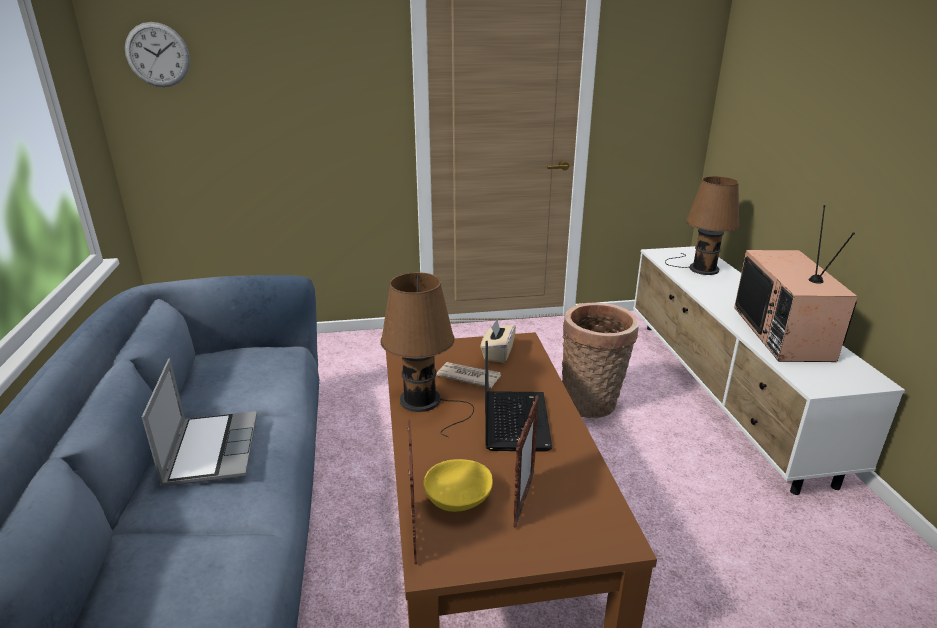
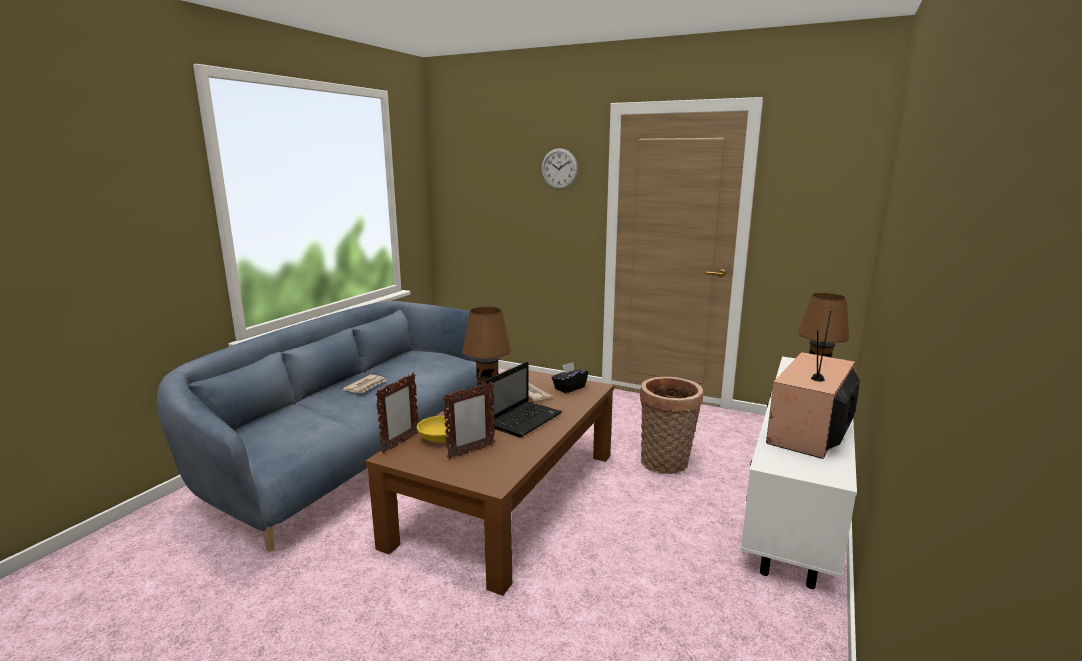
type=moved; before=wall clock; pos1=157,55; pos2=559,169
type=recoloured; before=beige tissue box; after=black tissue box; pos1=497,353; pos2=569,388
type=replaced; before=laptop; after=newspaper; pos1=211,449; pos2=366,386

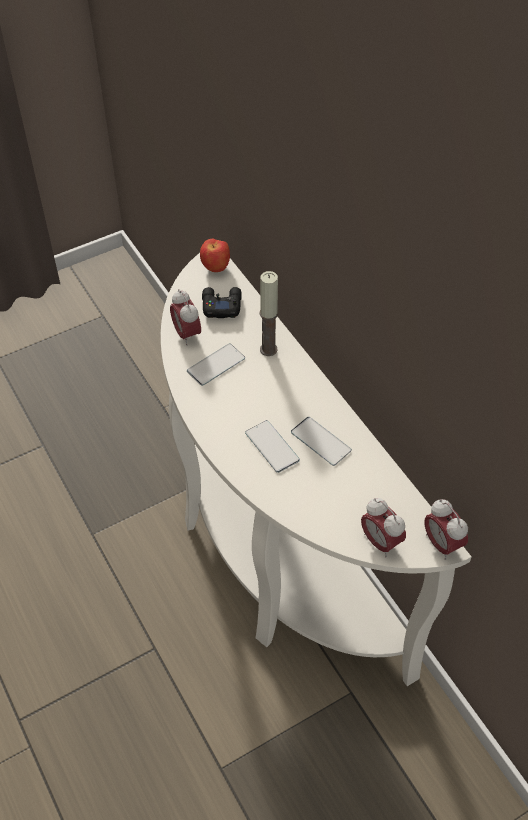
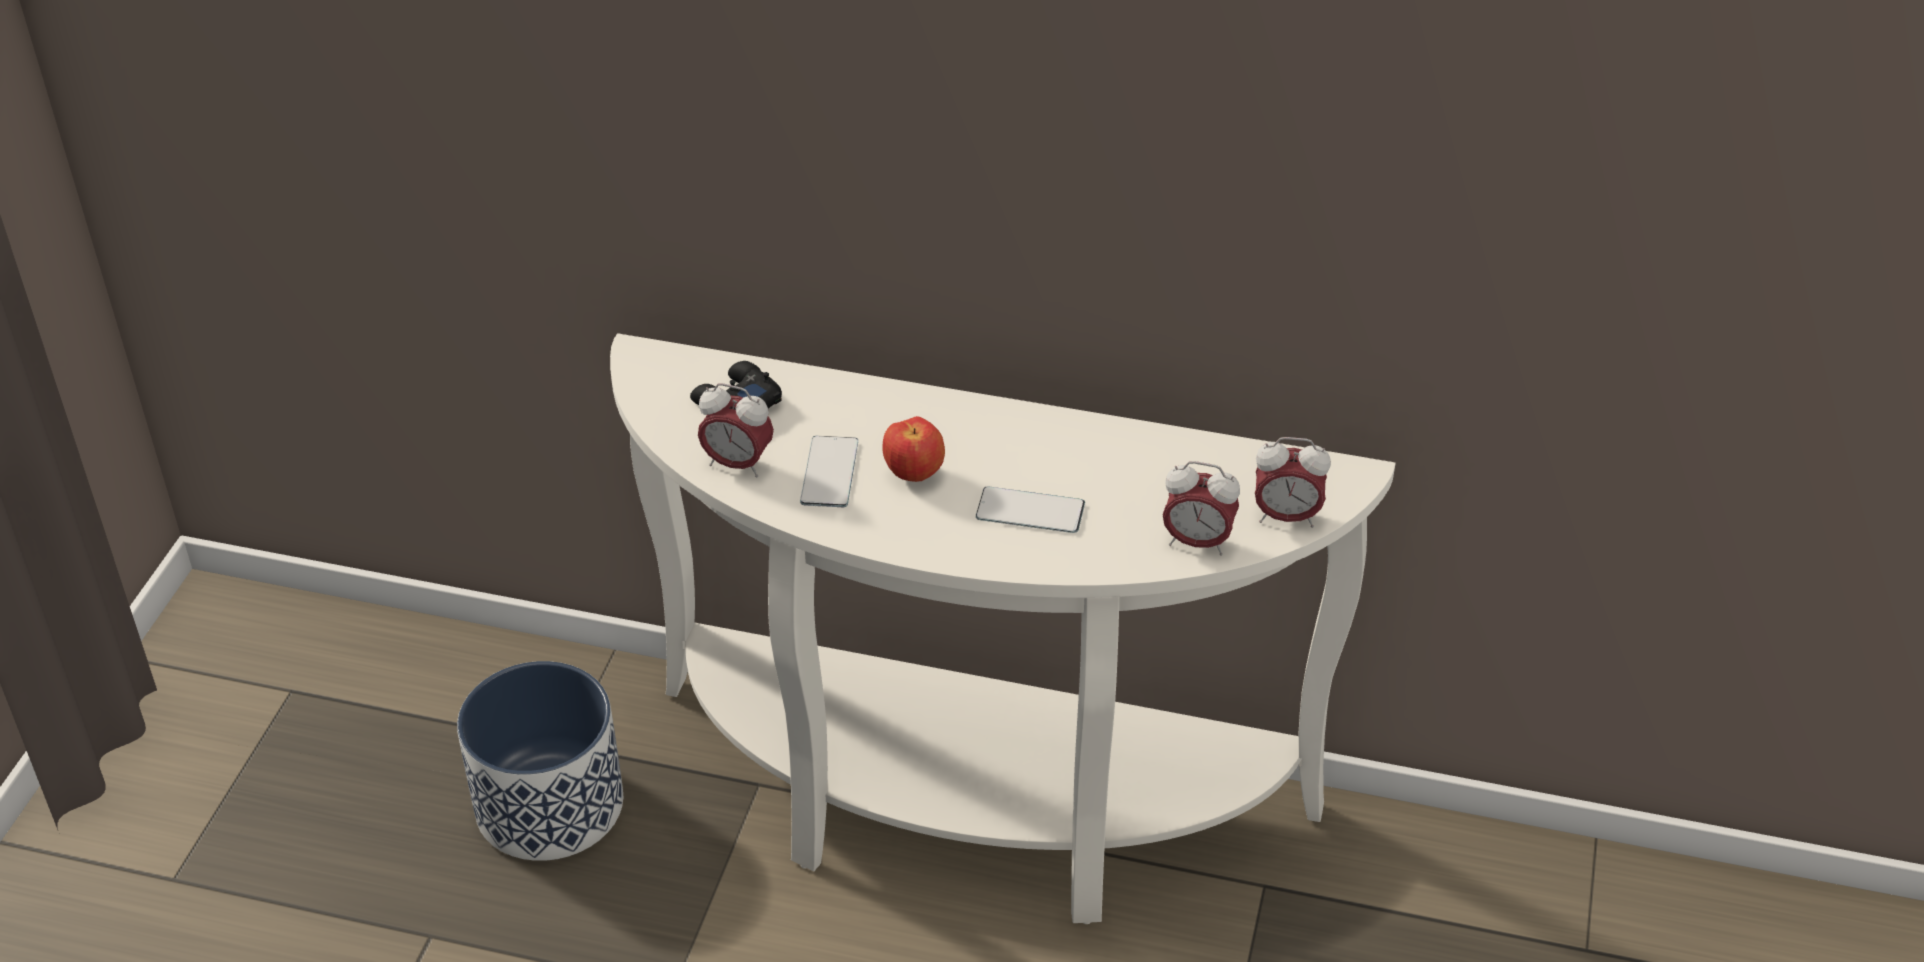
type=moved; before=apple; pos1=216,268; pos2=914,474
type=removed; before=candle; pos1=268,349
type=removed; before=phone; pos1=320,441
type=moved; before=alarm clock; pos1=441,544; pos2=1197,542
type=added; after=planter; pos2=551,805

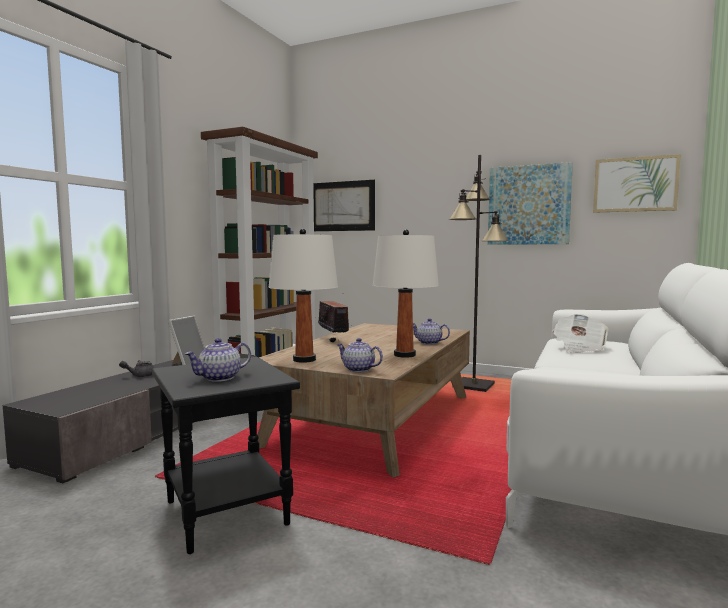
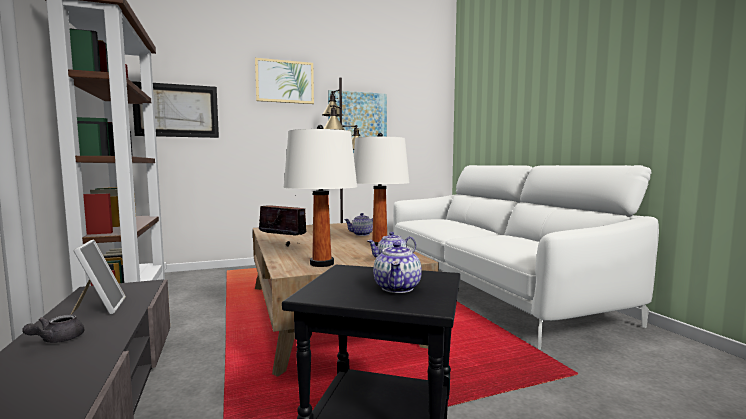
type=moved; before=picture; pos1=635,184; pos2=285,82
type=removed; before=newspaper; pos1=579,348

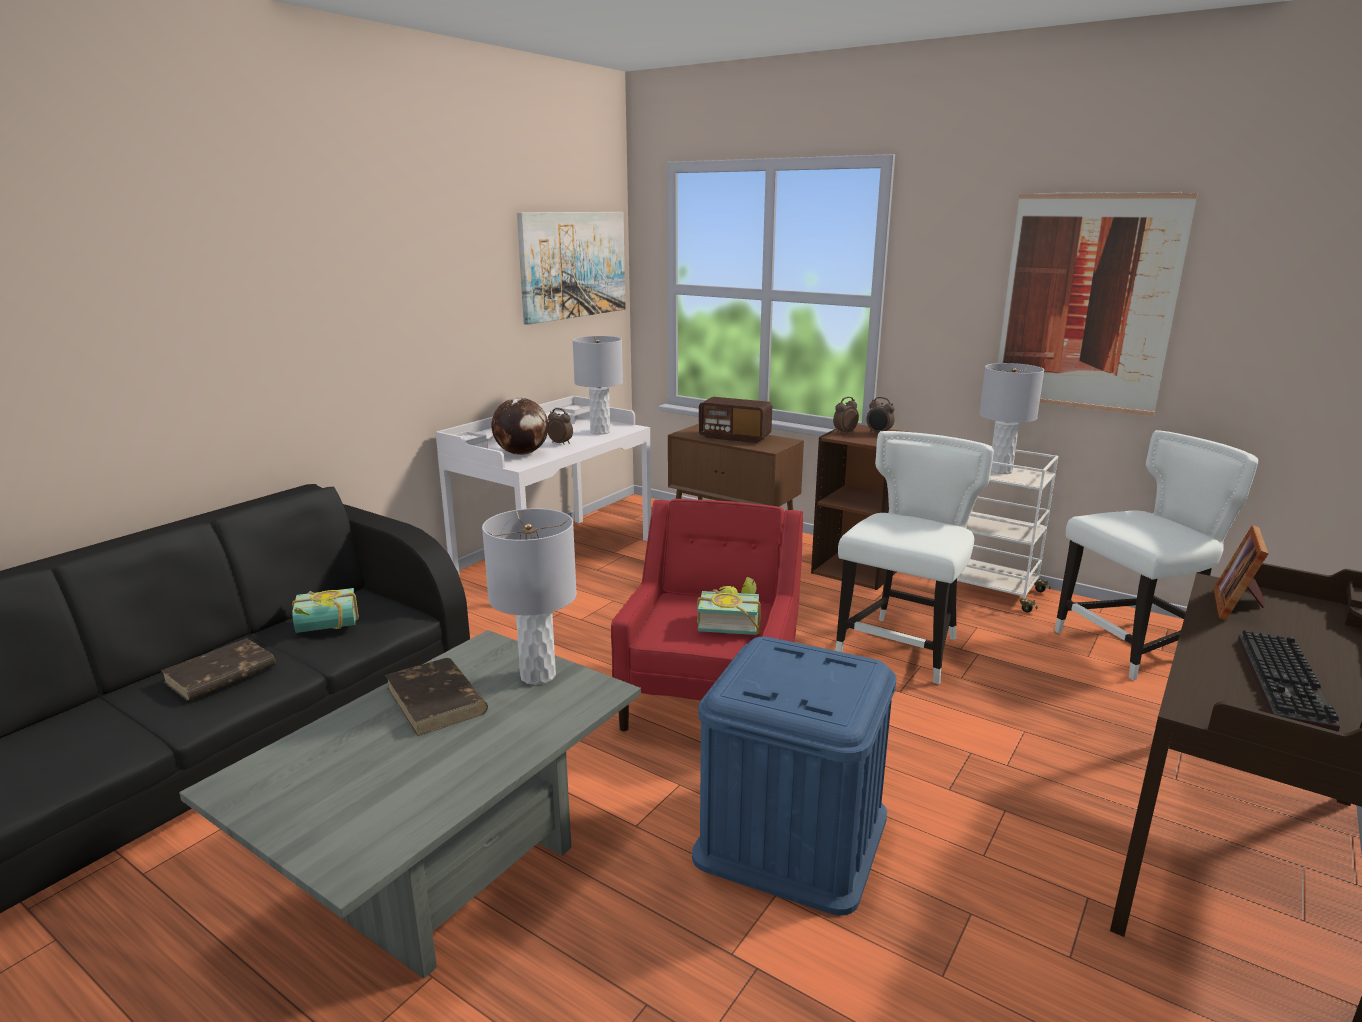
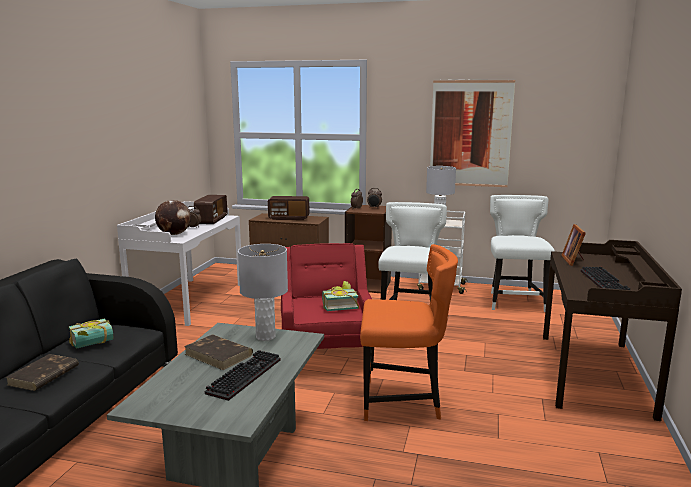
type=removed; before=picture; pos1=573,265
type=replaced; before=grey table lamp; after=radio; pos1=600,432; pos2=211,220
type=turned; before=white chair; pos1=1132,647; pos2=515,301; turn=-45
type=replaced; before=blue storage box; after=orange chair; pos1=792,835; pos2=403,402
type=added; after=keyboard; pos2=244,375

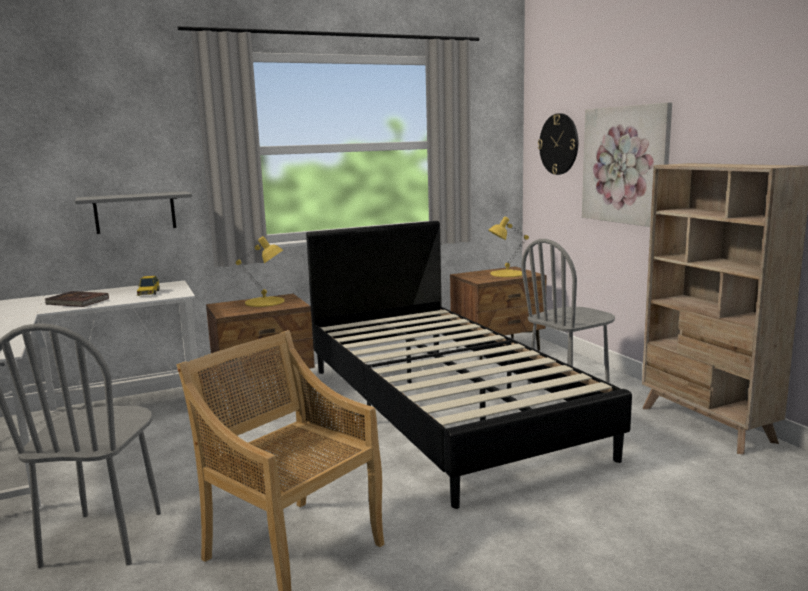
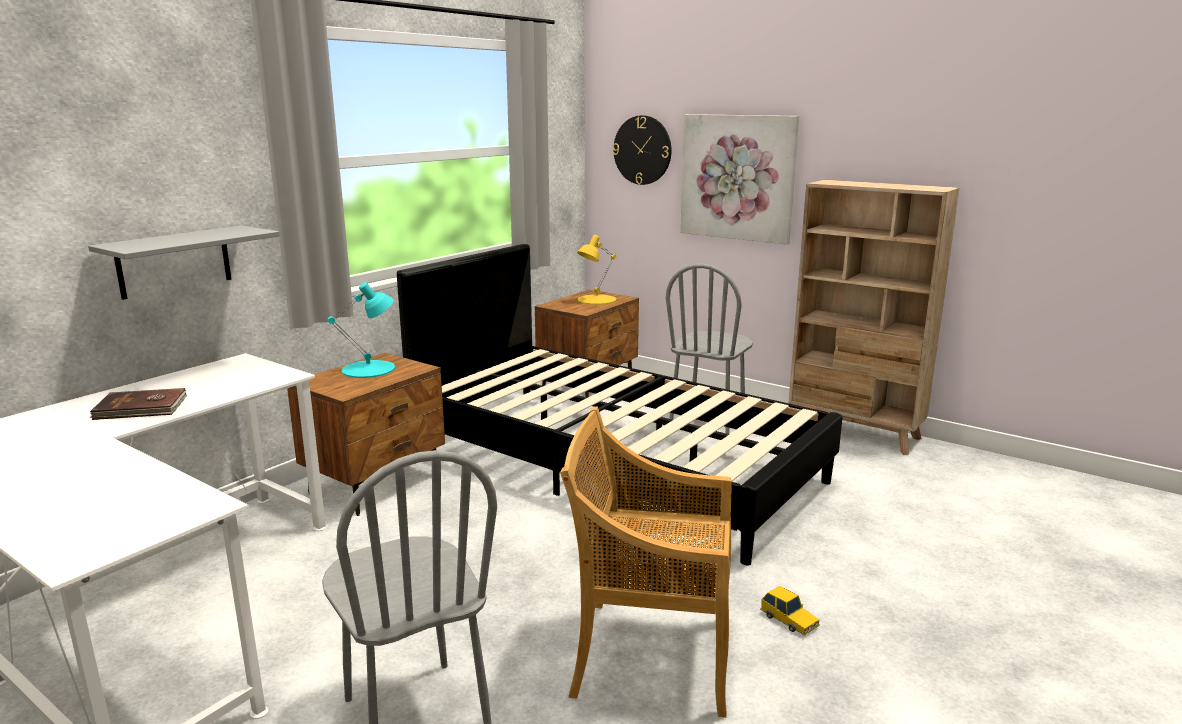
type=recoloured; before=yellow table lamp; after=turquoise table lamp; pos1=265,302; pos2=369,369
type=moved; before=toy car; pos1=148,293; pos2=789,620

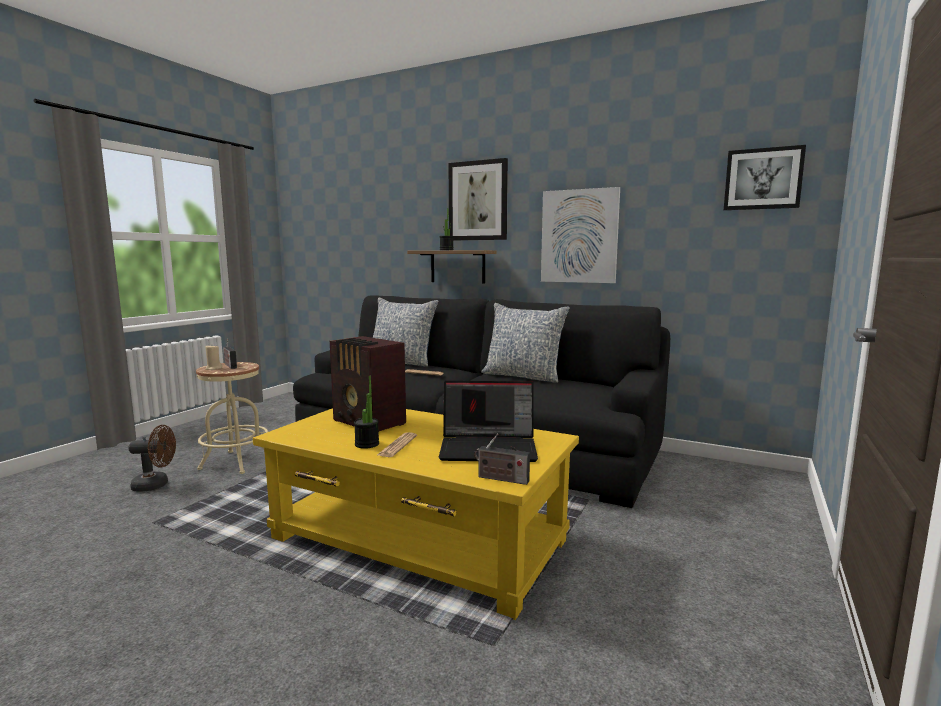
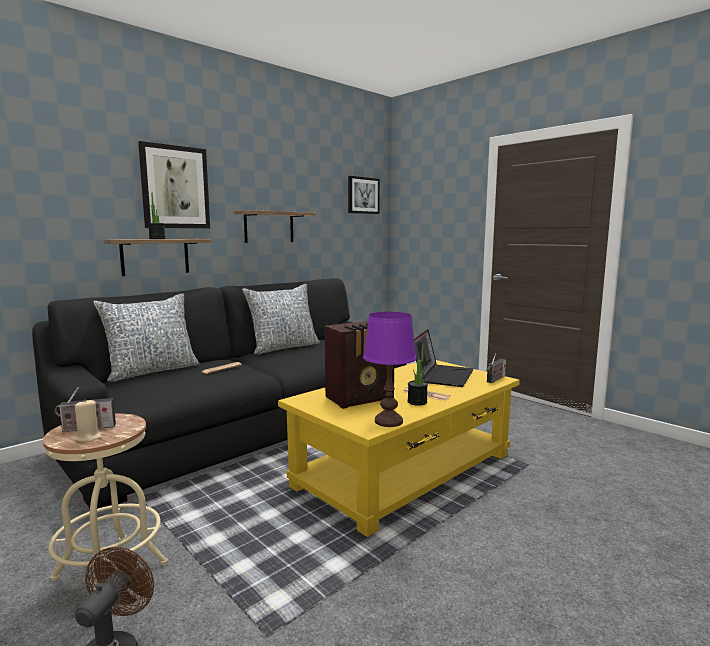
type=replaced; before=picture; after=shelf; pos1=579,236; pos2=269,227
type=added; after=purple table lamp; pos2=389,421

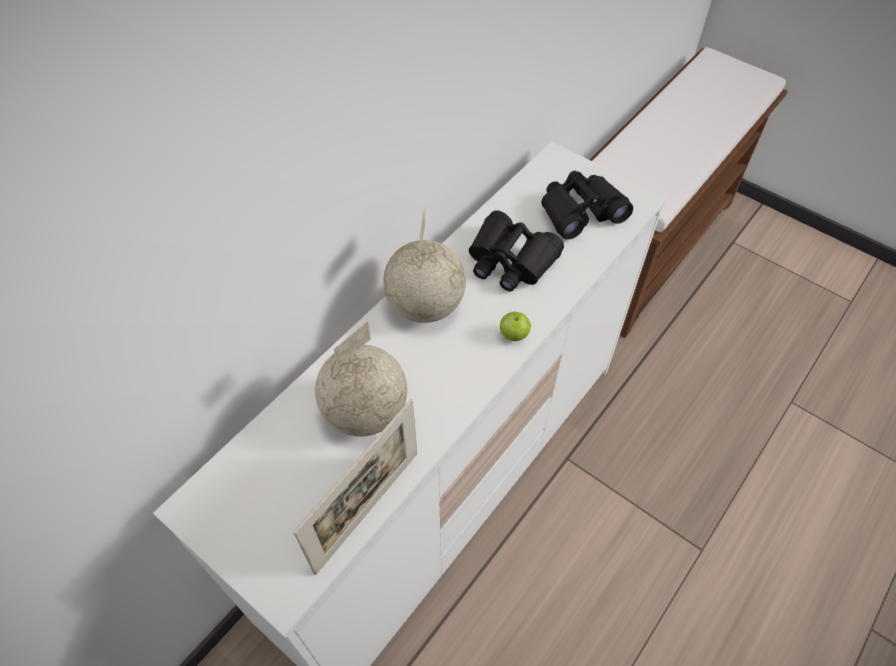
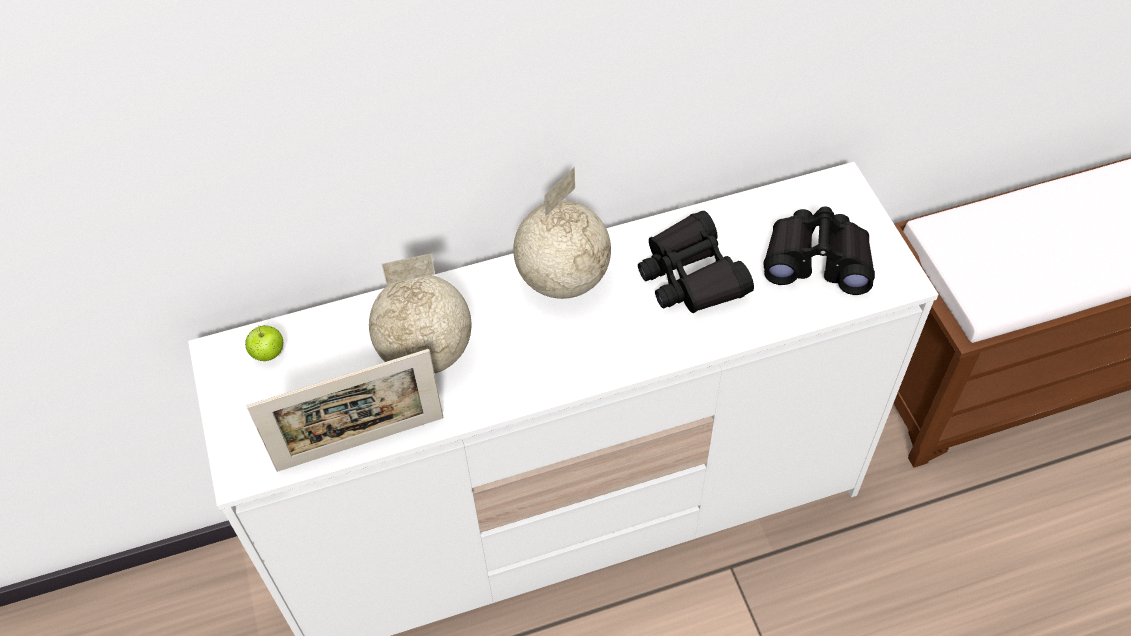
type=moved; before=apple; pos1=514,335; pos2=268,353

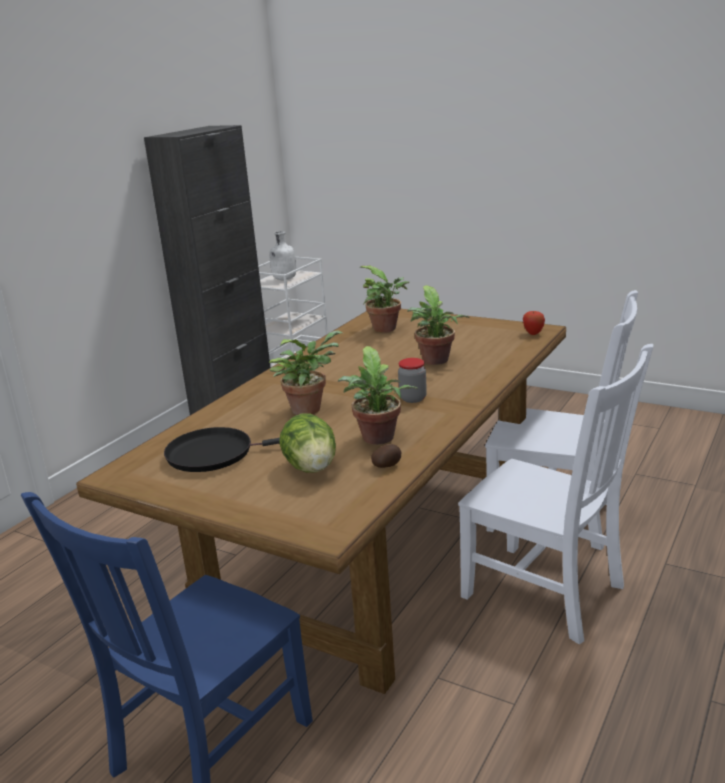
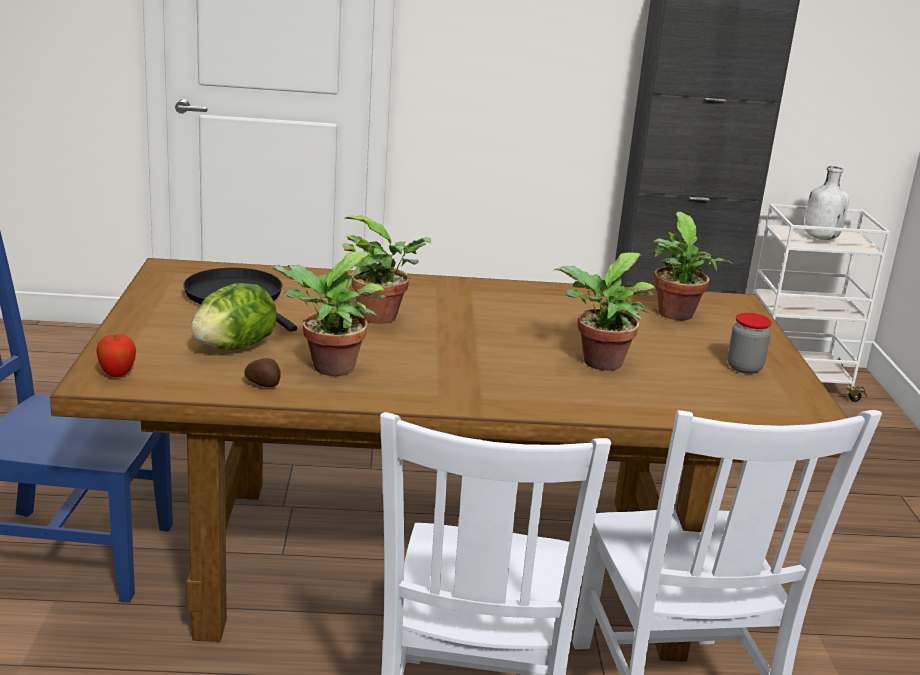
type=moved; before=apple; pos1=533,333; pos2=117,375
type=moved; before=jar; pos1=413,398; pos2=744,367

